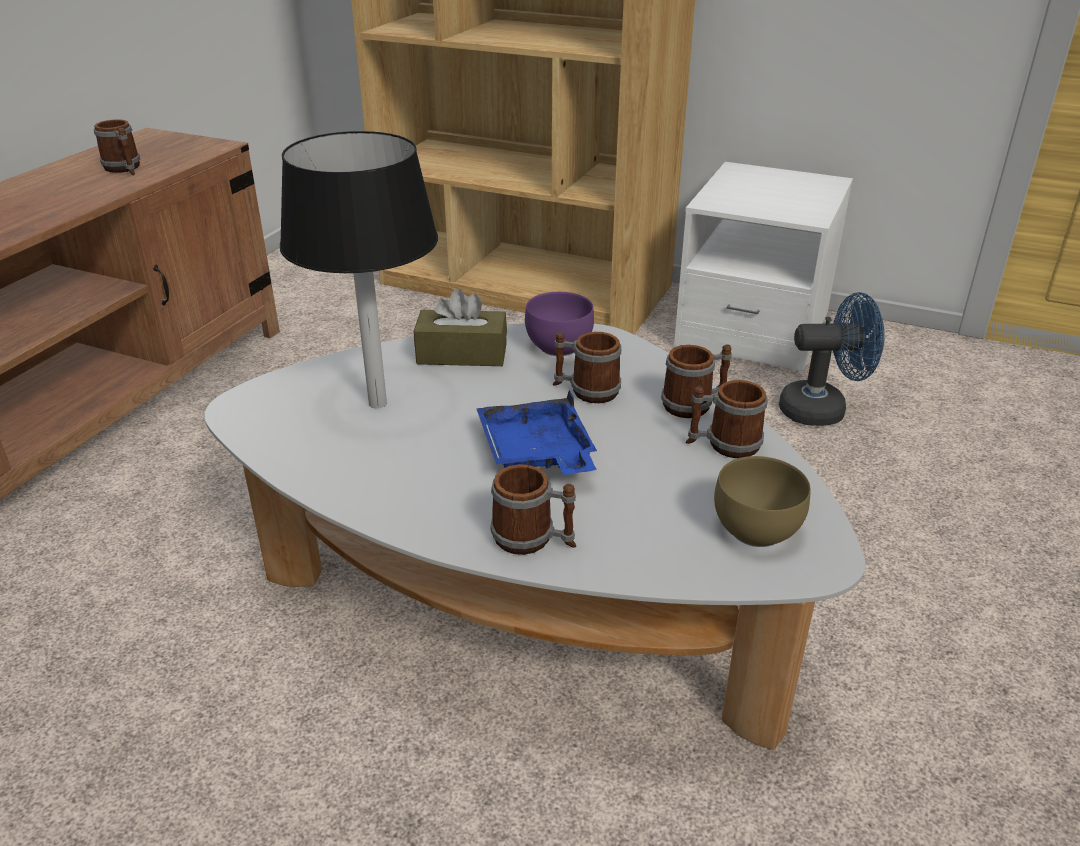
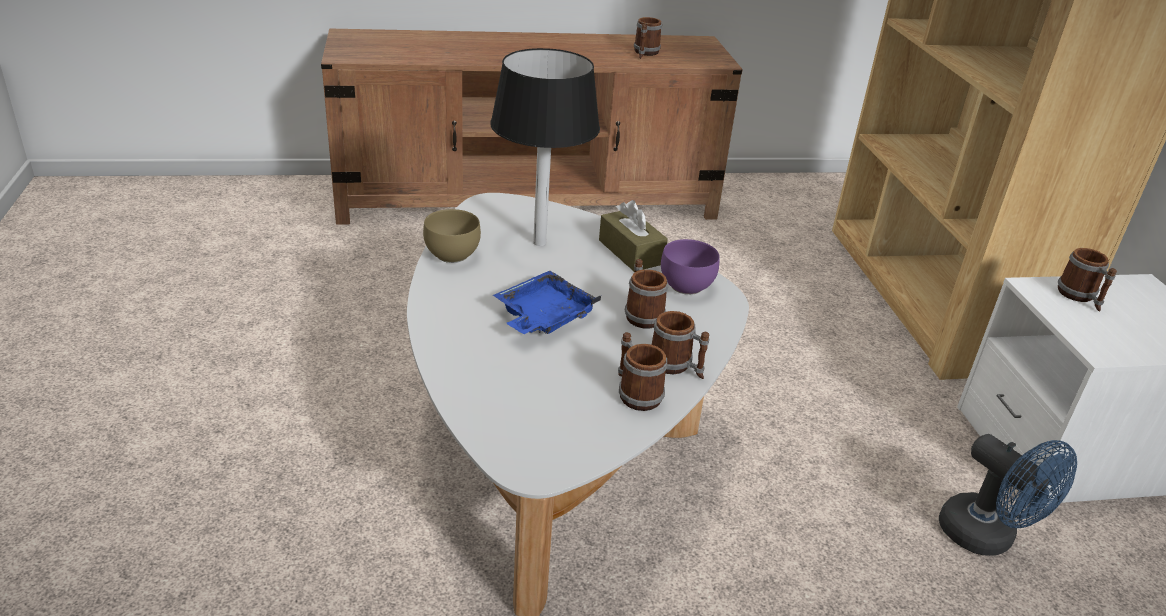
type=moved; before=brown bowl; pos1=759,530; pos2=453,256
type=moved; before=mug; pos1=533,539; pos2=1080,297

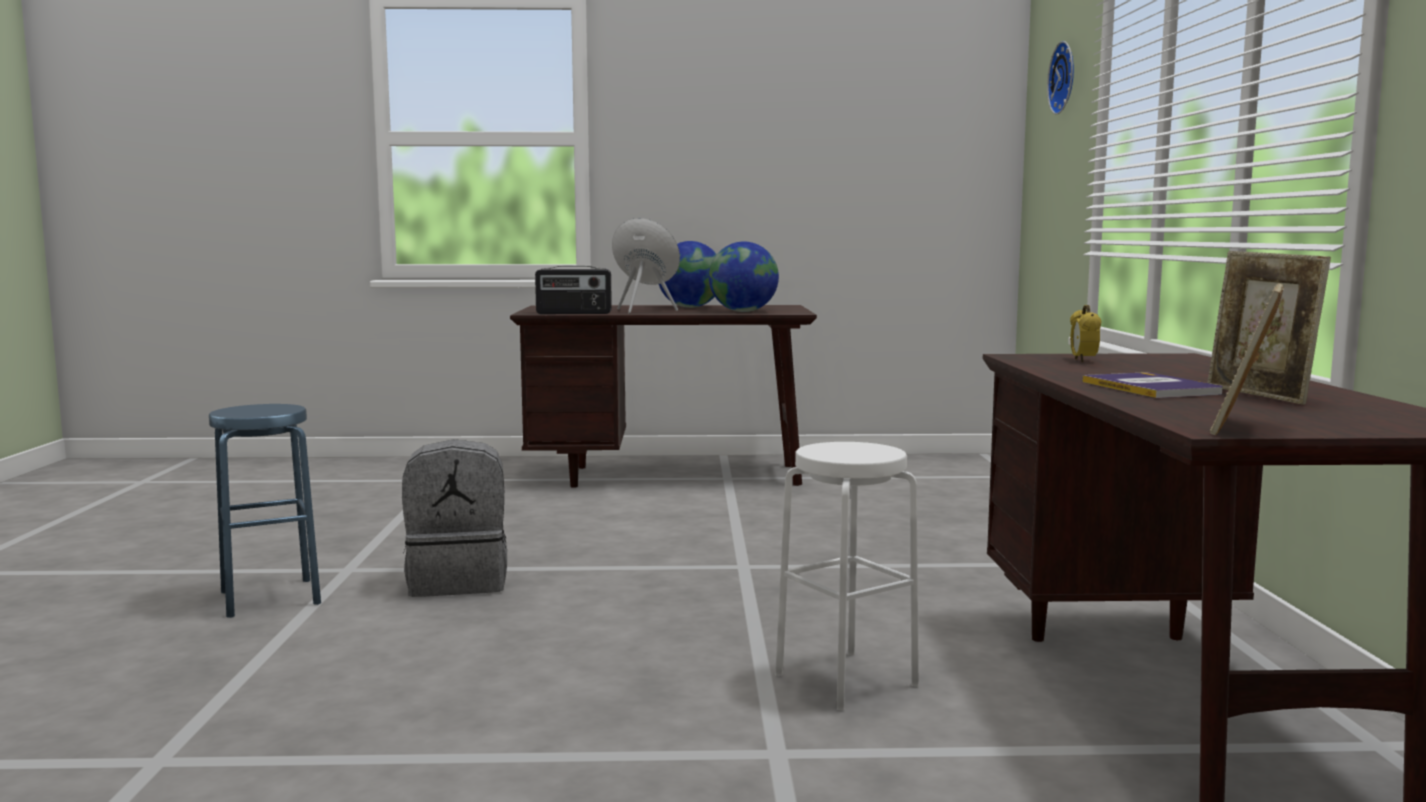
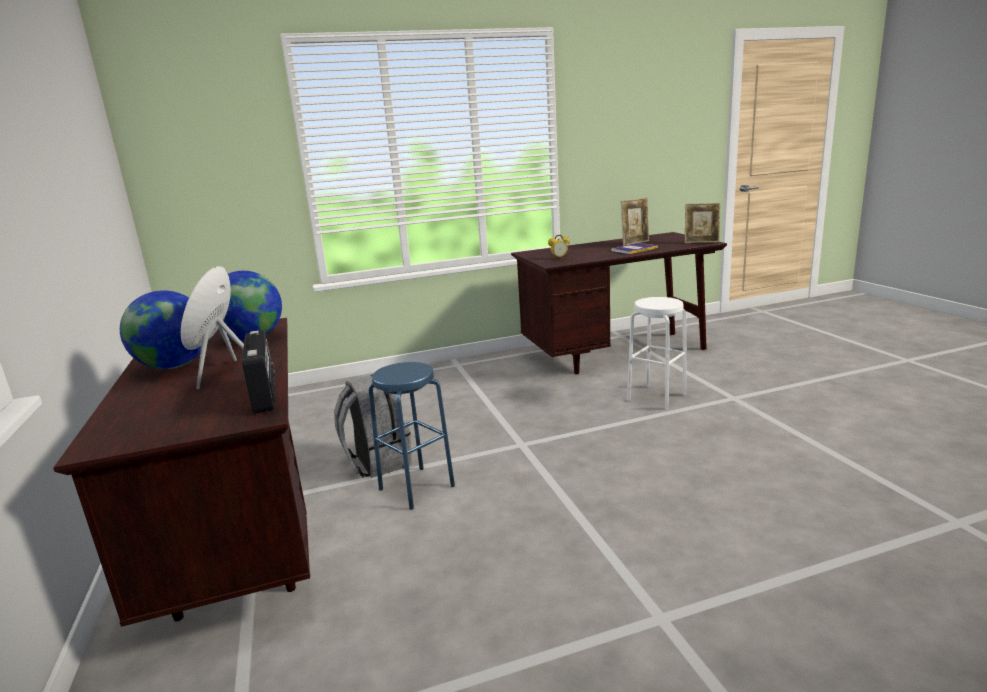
type=removed; before=wall clock; pos1=1065,78
type=moved; before=blue stool; pos1=270,597; pos2=417,487
type=moved; before=grey backpack; pos1=459,581; pos2=377,461

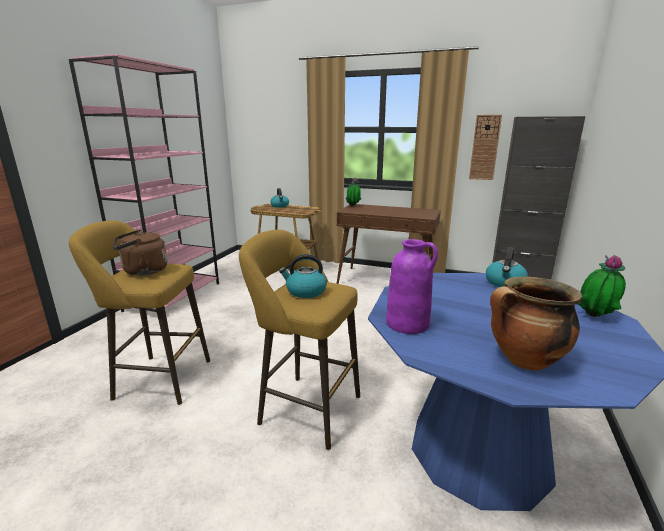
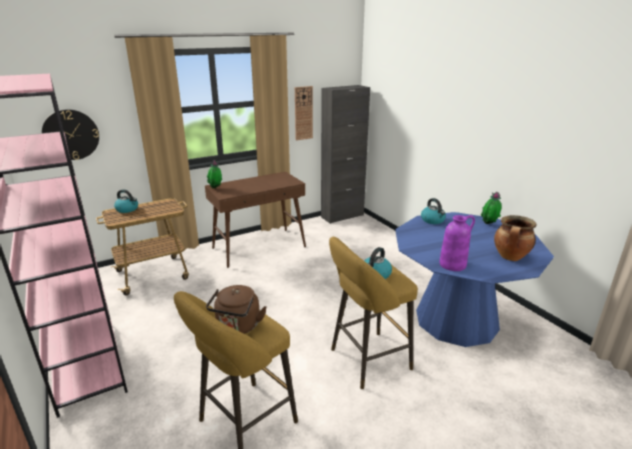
type=added; after=wall clock; pos2=71,134

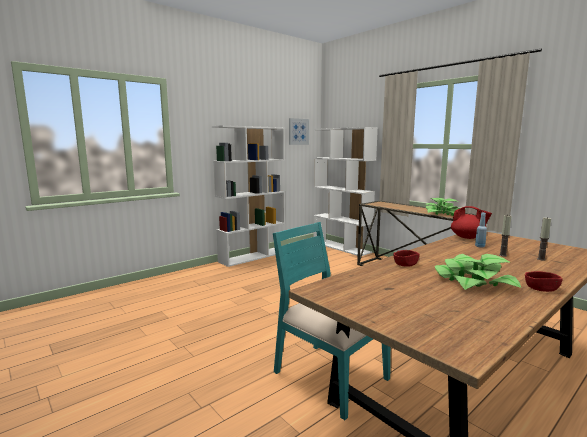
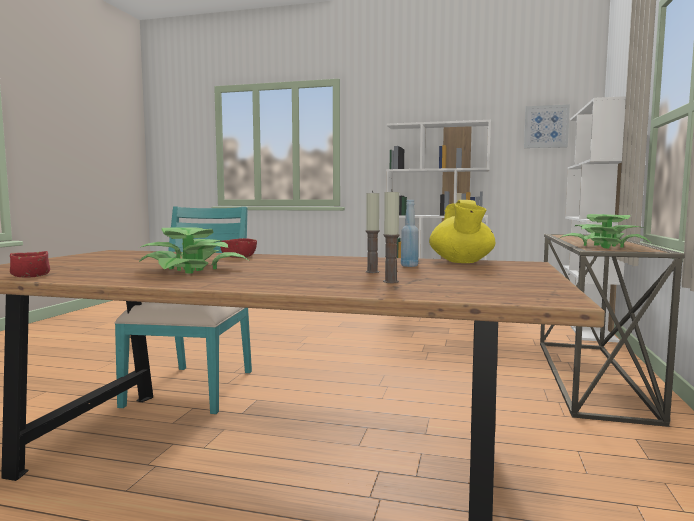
type=recoloured; before=red teapot; after=yellow teapot; pos1=468,237; pos2=461,262
type=moved; before=red bowl; pos1=541,289; pos2=30,276

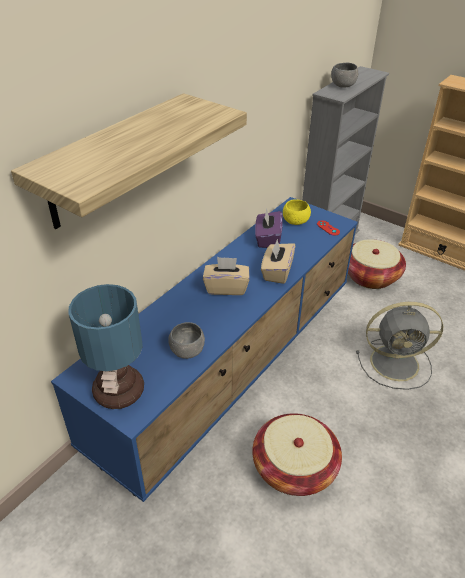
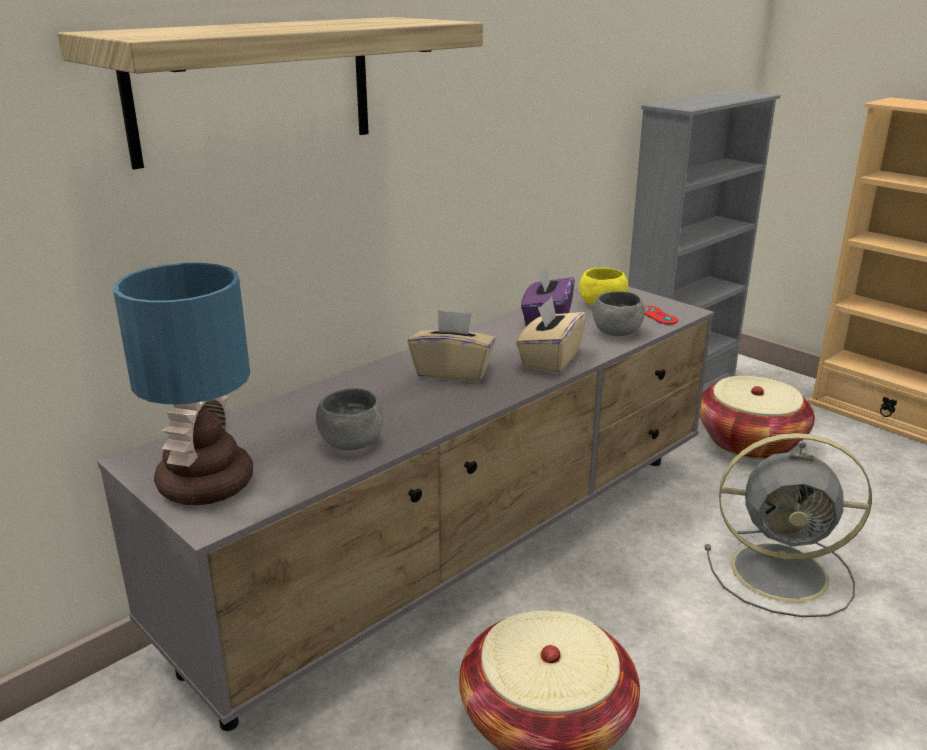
type=moved; before=grey bowl; pos1=343,85; pos2=616,332
type=recoloured; before=blue tv stand; after=grey tv stand; pos1=232,368; pos2=465,549

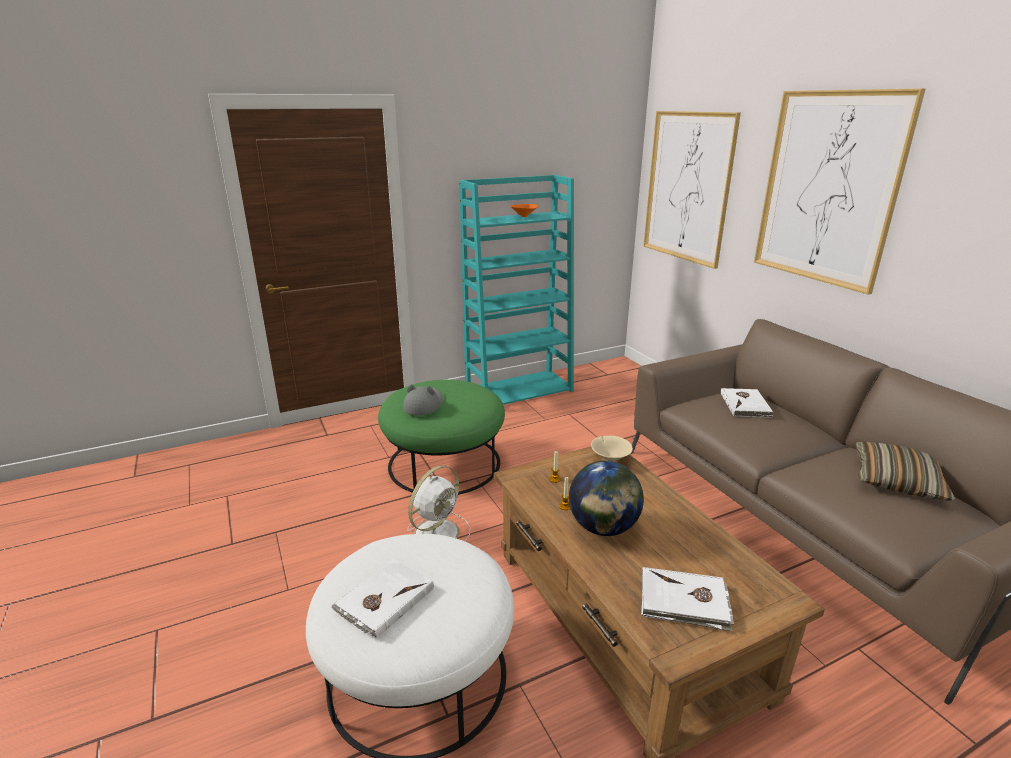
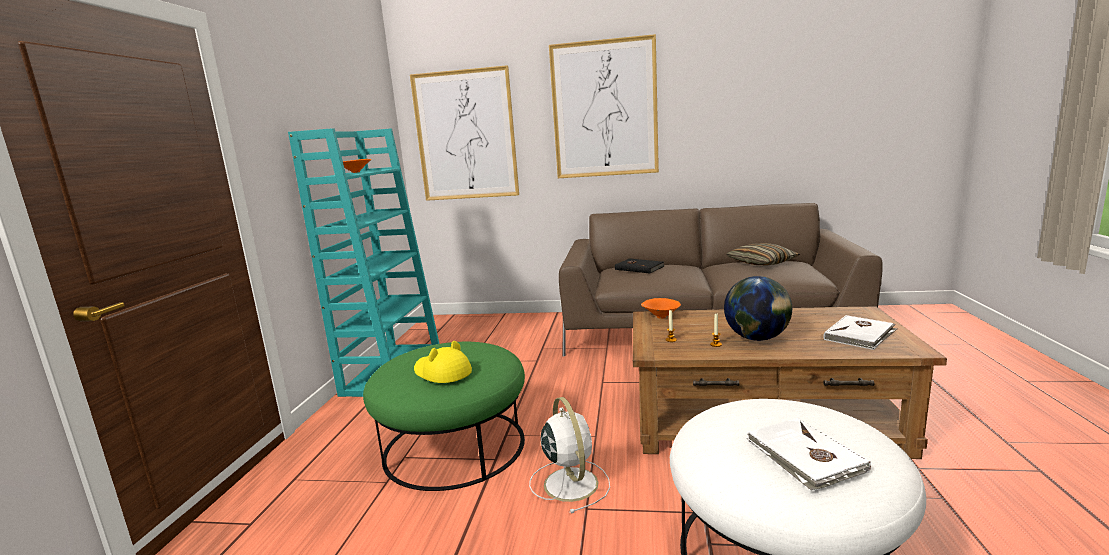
type=recoloured; before=grey hat; after=yellow hat; pos1=423,404; pos2=442,372
type=recoloured; before=white book; after=black book; pos1=746,405; pos2=639,268
type=recoloured; before=beige bowl; after=orange bowl; pos1=609,458; pos2=660,317

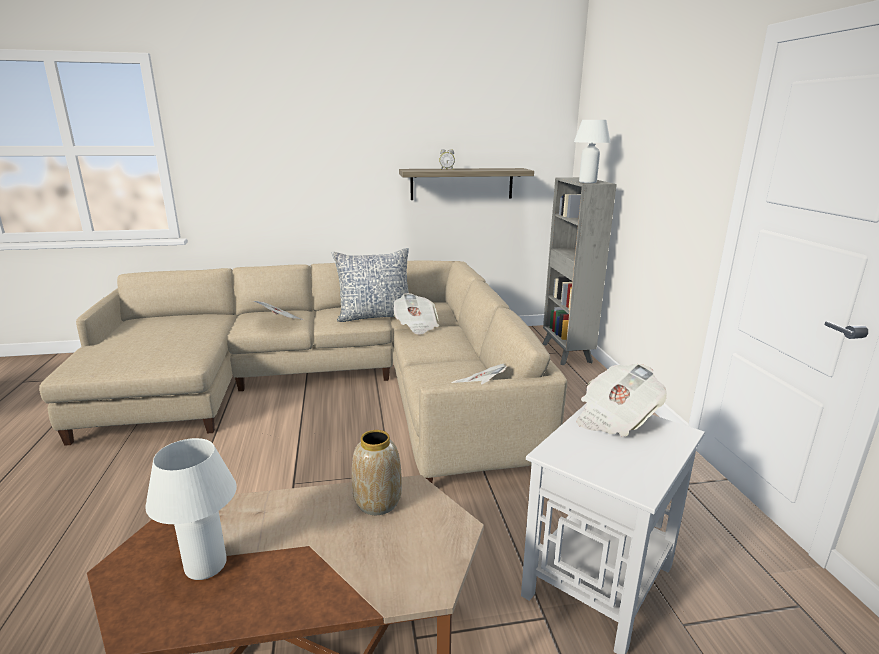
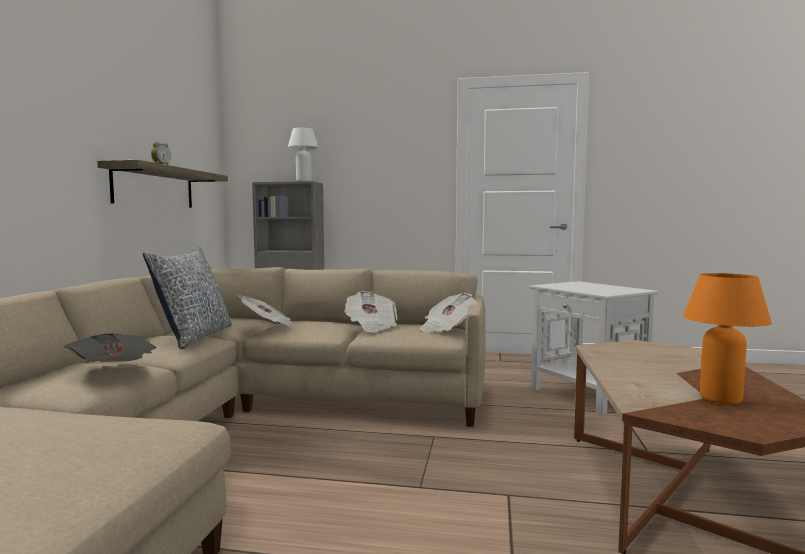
type=moved; before=newspaper; pos1=615,418; pos2=371,326
type=removed; before=vase; pos1=377,502
type=recoloured; before=white table lamp; after=orange table lamp; pos1=206,566; pos2=720,399

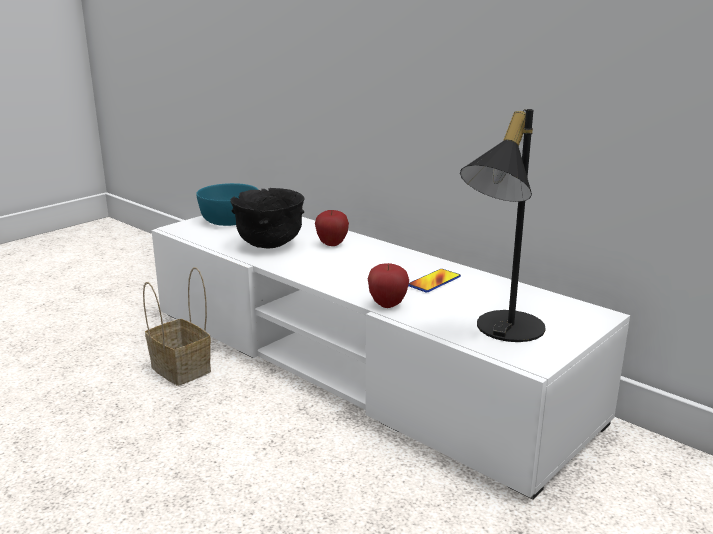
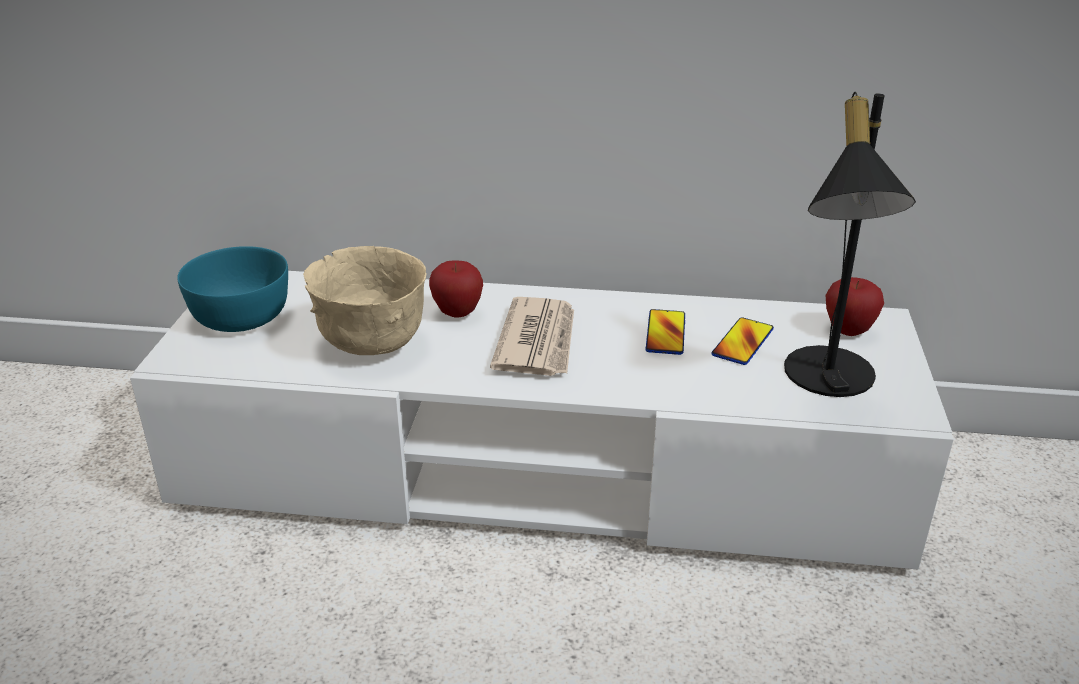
type=recoloured; before=black bowl; after=beige bowl; pos1=270,245; pos2=372,344
type=moved; before=apple; pos1=387,304; pos2=848,330
type=removed; before=basket; pos1=183,369
type=added; after=newspaper; pos2=538,341
type=added; after=phone; pos2=742,342

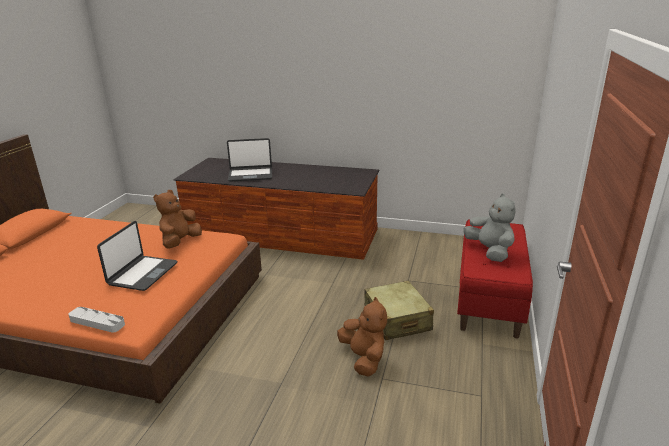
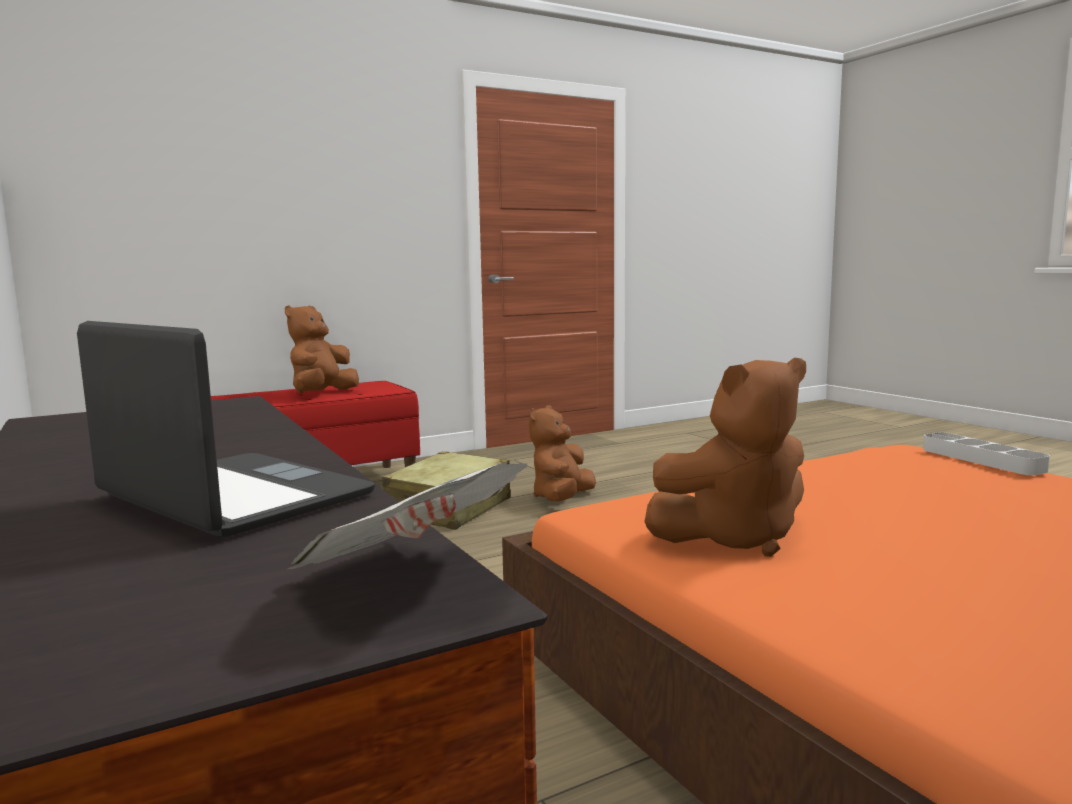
type=recoloured; before=grey plush toy; after=brown plush toy; pos1=489,251; pos2=322,394
type=removed; before=laptop; pos1=142,274
type=added; after=newspaper; pos2=409,579

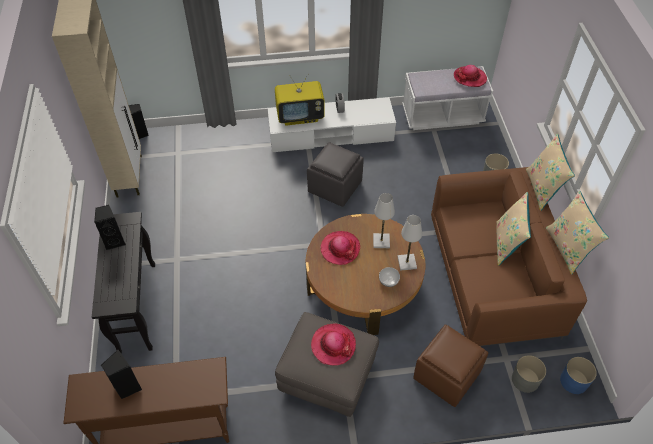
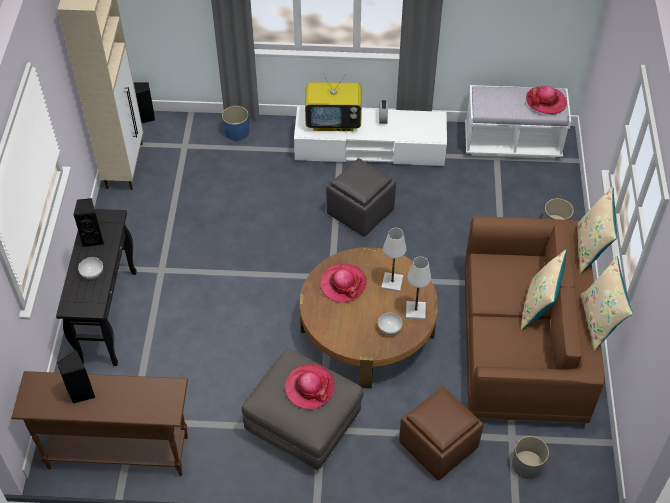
type=moved; before=blue planter; pos1=573,381; pos2=236,131
type=added; after=bowl; pos2=92,273

